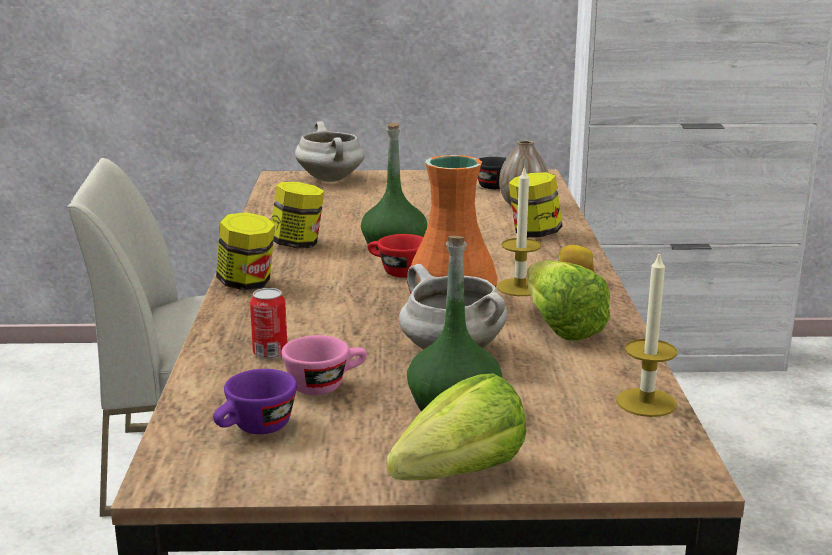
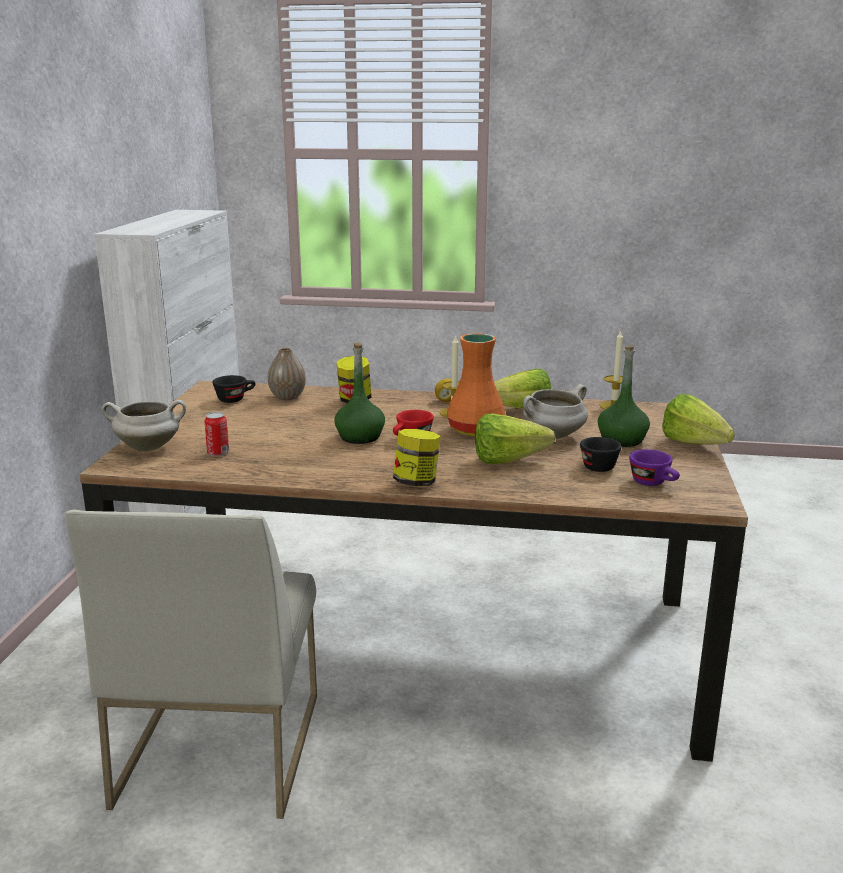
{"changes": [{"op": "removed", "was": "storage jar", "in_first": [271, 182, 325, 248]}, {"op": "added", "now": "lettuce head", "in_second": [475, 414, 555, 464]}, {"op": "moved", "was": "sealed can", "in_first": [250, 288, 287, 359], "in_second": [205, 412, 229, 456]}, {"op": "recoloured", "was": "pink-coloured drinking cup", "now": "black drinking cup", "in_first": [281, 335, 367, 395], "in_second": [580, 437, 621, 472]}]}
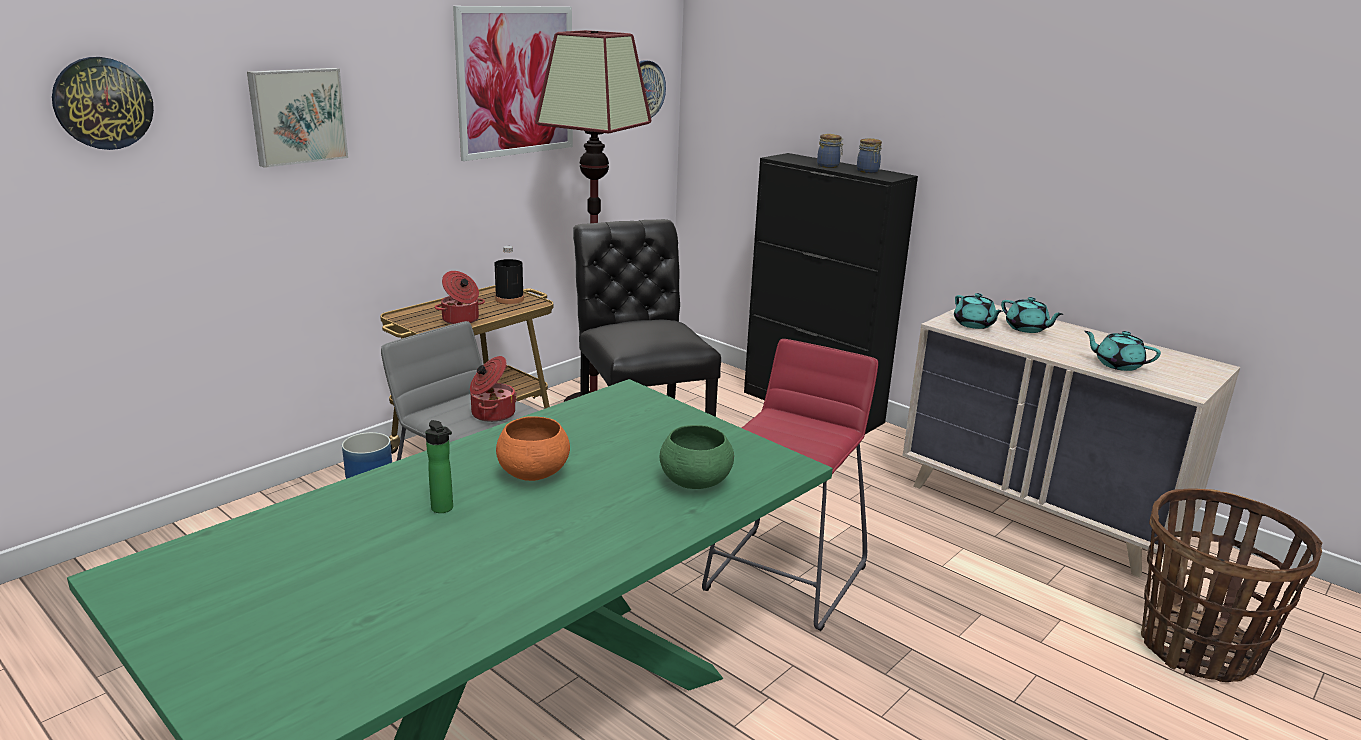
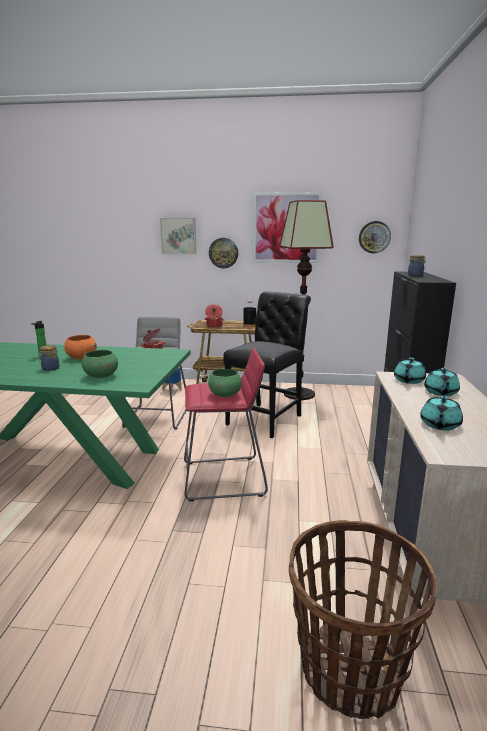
{"changes": [{"op": "added", "now": "greenish deep dish", "in_second": [208, 369, 242, 397]}, {"op": "moved", "was": "hanging clock", "in_first": [52, 57, 154, 150], "in_second": [209, 238, 238, 268]}, {"op": "moved", "was": "storage jar", "in_first": [857, 138, 882, 173], "in_second": [39, 345, 59, 371]}, {"op": "turned", "was": "turquoise tea pot", "in_first": [1084, 331, 1161, 371], "in_second": [420, 396, 463, 430], "clockwise": -150}]}
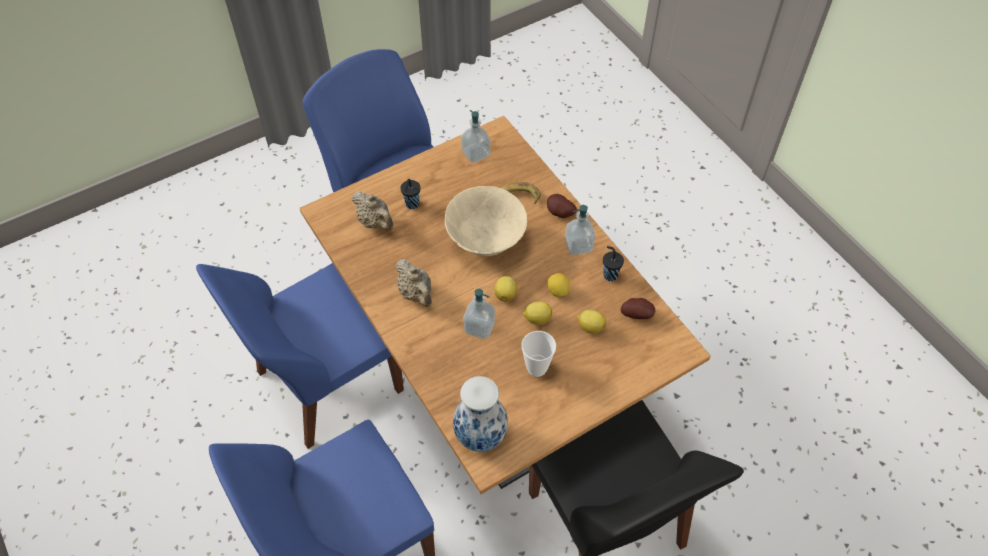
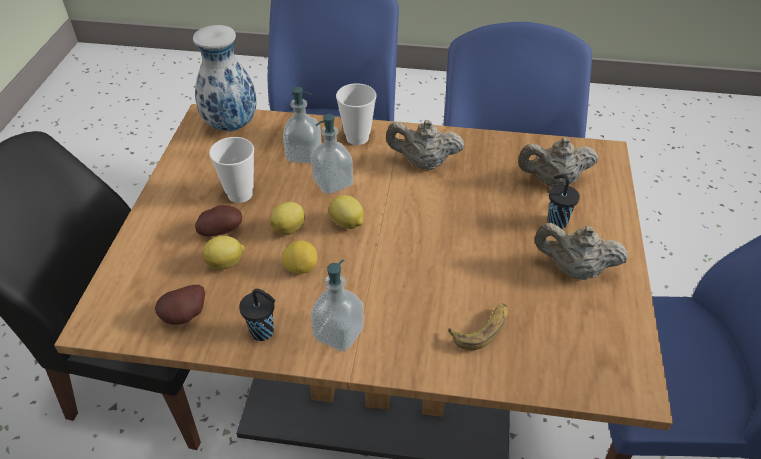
{"changes": [{"op": "removed", "was": "sand-coloured deep dish", "in_first": [445, 186, 527, 256]}, {"op": "added", "now": "drinking cup", "in_second": [336, 83, 377, 145]}, {"op": "added", "now": "sand-coloured tea pot", "in_second": [534, 223, 629, 280]}, {"op": "moved", "was": "soap dispenser", "in_first": [461, 110, 491, 163], "in_second": [283, 87, 322, 164]}, {"op": "moved", "was": "spud", "in_first": [547, 194, 577, 218], "in_second": [195, 205, 242, 236]}]}
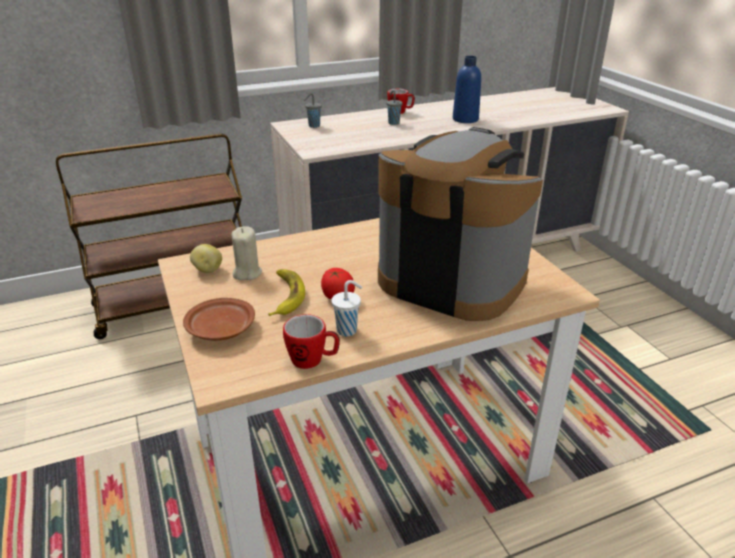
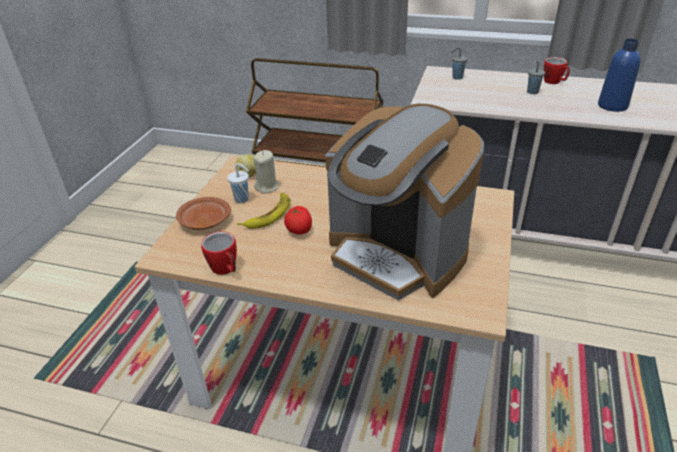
{"changes": [{"op": "moved", "was": "white-coloured drinking cup", "in_first": [331, 280, 362, 336], "in_second": [227, 163, 249, 203]}, {"op": "turned", "was": "coffee maker", "in_first": [378, 127, 543, 321], "in_second": [325, 104, 484, 300], "clockwise": 150}]}
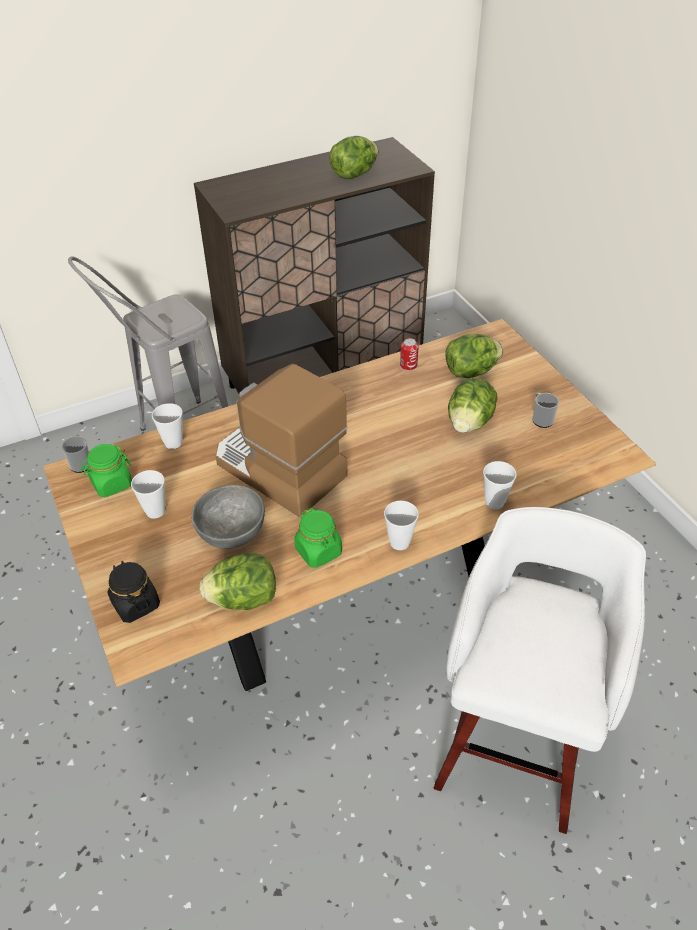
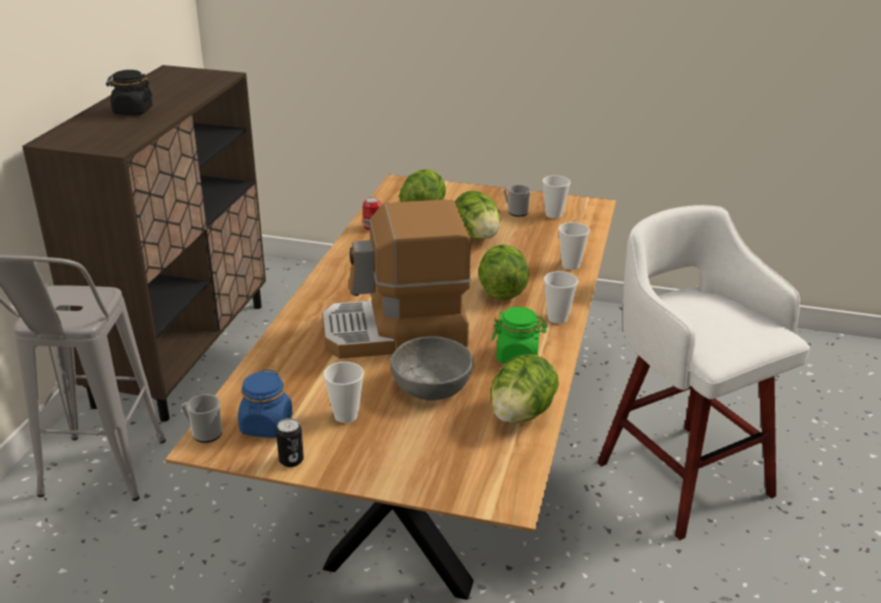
{"changes": [{"op": "added", "now": "sealed can", "in_second": [276, 418, 304, 467]}, {"op": "moved", "was": "black storage jar", "in_first": [108, 561, 160, 623], "in_second": [106, 70, 153, 115]}, {"op": "moved", "was": "drinking cup", "in_first": [152, 403, 183, 449], "in_second": [542, 175, 570, 219]}, {"op": "moved", "was": "lettuce head", "in_first": [329, 136, 378, 179], "in_second": [478, 244, 529, 300]}, {"op": "recoloured", "was": "greenish storage jar", "now": "blue-coloured storage jar", "in_first": [81, 444, 132, 497], "in_second": [238, 369, 293, 438]}]}
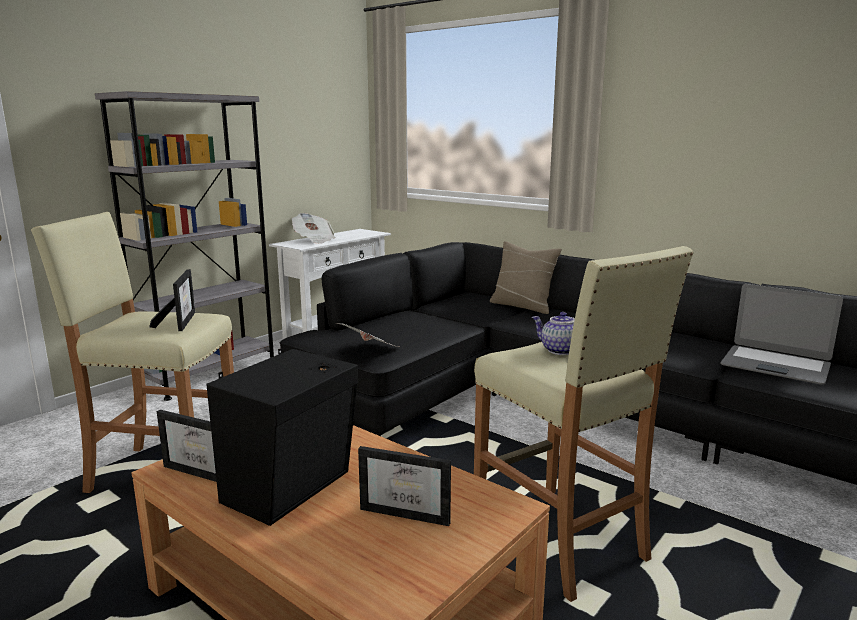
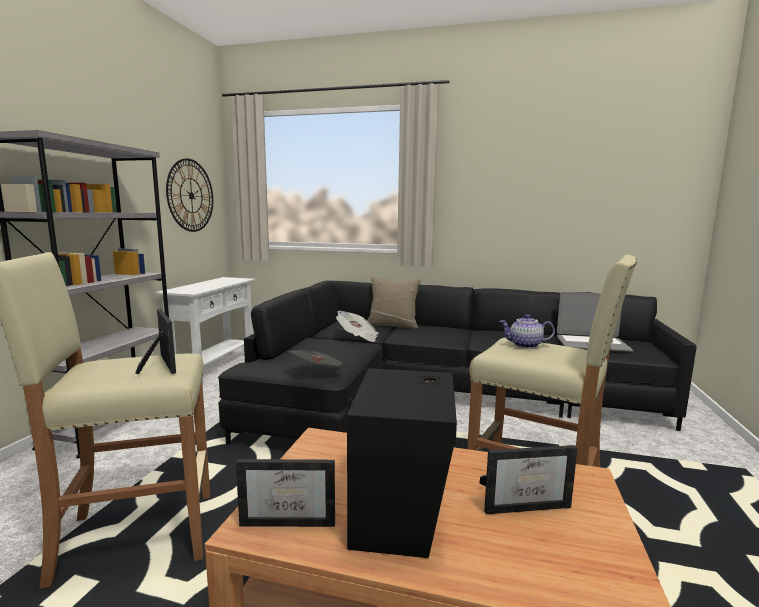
{"changes": [{"op": "added", "now": "hanging clock", "in_second": [166, 158, 213, 232]}, {"op": "moved", "was": "newspaper", "in_first": [292, 213, 336, 244], "in_second": [336, 311, 378, 342]}]}
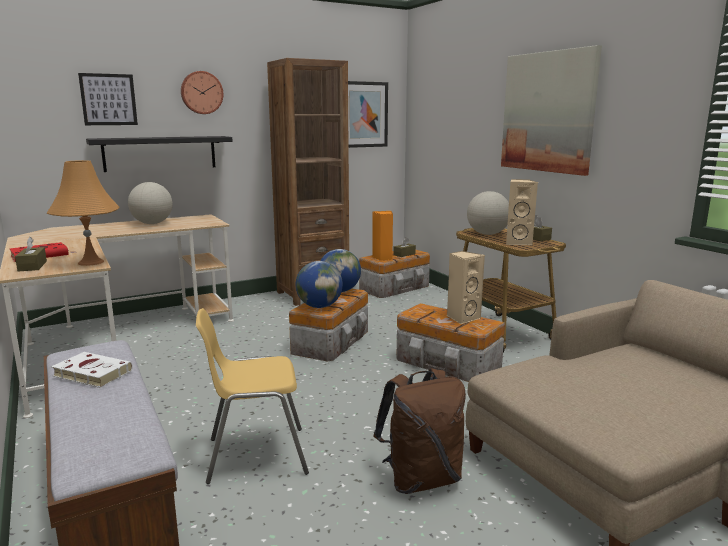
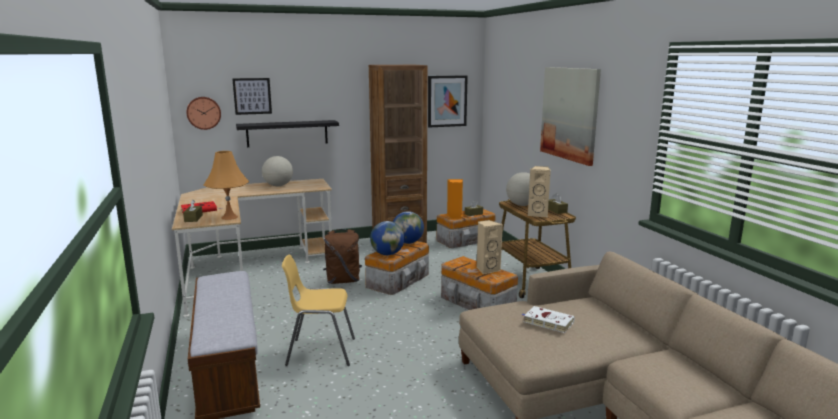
{"changes": [{"op": "moved", "was": "white-coloured bound book", "in_first": [51, 352, 133, 388], "in_second": [523, 306, 574, 333]}, {"op": "moved", "was": "hanging clock", "in_first": [181, 71, 223, 114], "in_second": [186, 97, 221, 130]}, {"op": "moved", "was": "brownish backpack", "in_first": [374, 368, 466, 494], "in_second": [323, 229, 362, 284]}]}
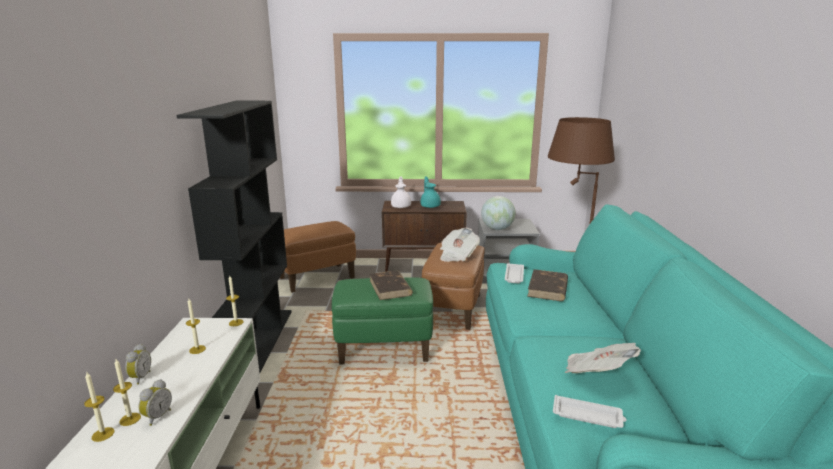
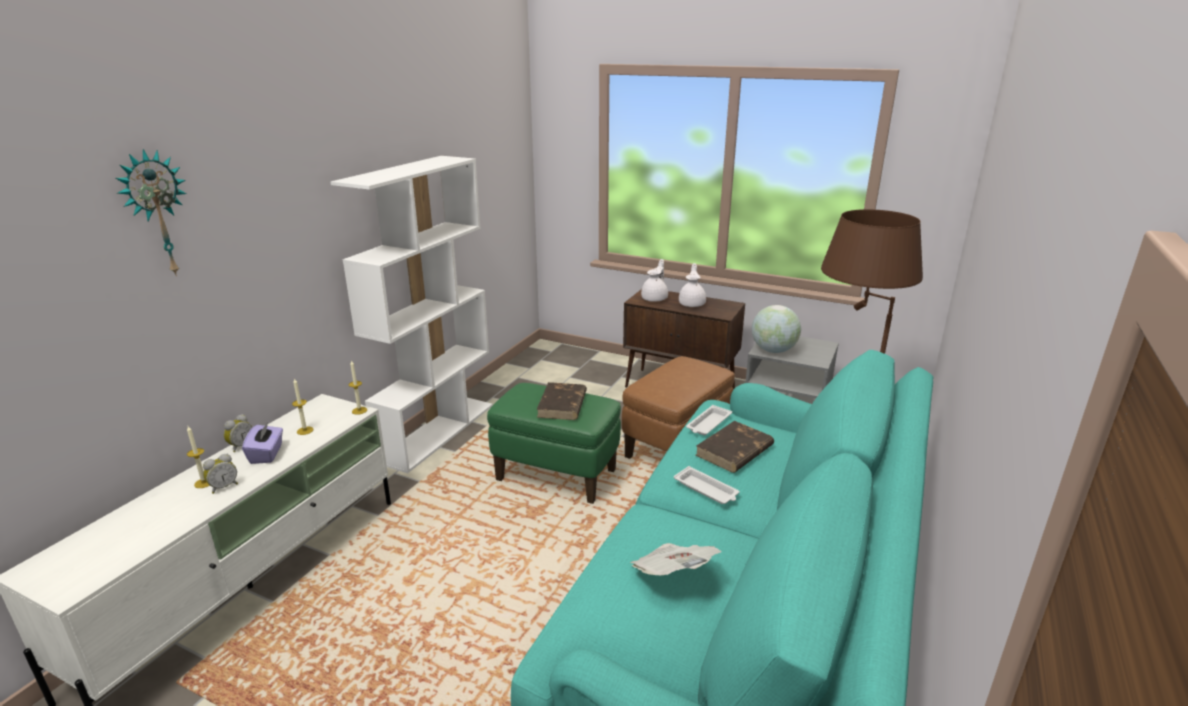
{"changes": [{"op": "removed", "was": "wax candle", "in_first": [84, 373, 114, 442]}, {"op": "removed", "was": "brownish ottoman", "in_first": [280, 221, 356, 293]}, {"op": "removed", "was": "newspaper", "in_first": [440, 228, 480, 262]}, {"op": "added", "now": "hanging clock", "in_second": [115, 149, 186, 276]}, {"op": "added", "now": "purplish tissue box", "in_second": [242, 421, 283, 464]}, {"op": "moved", "was": "white-coloured tray", "in_first": [553, 395, 627, 428], "in_second": [674, 466, 740, 504]}, {"op": "recoloured", "was": "black shelving unit", "now": "white-coloured shelving unit", "in_first": [176, 101, 292, 373], "in_second": [330, 156, 493, 473]}, {"op": "recoloured", "was": "turquoise tea pot", "now": "white-coloured tea pot", "in_first": [420, 176, 441, 208], "in_second": [679, 263, 706, 307]}]}
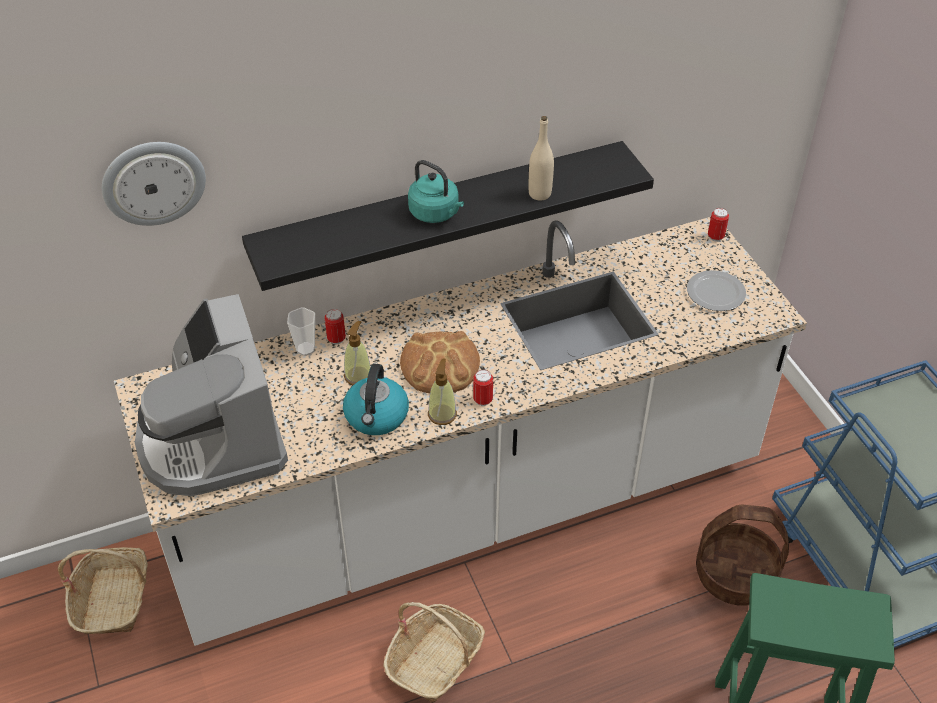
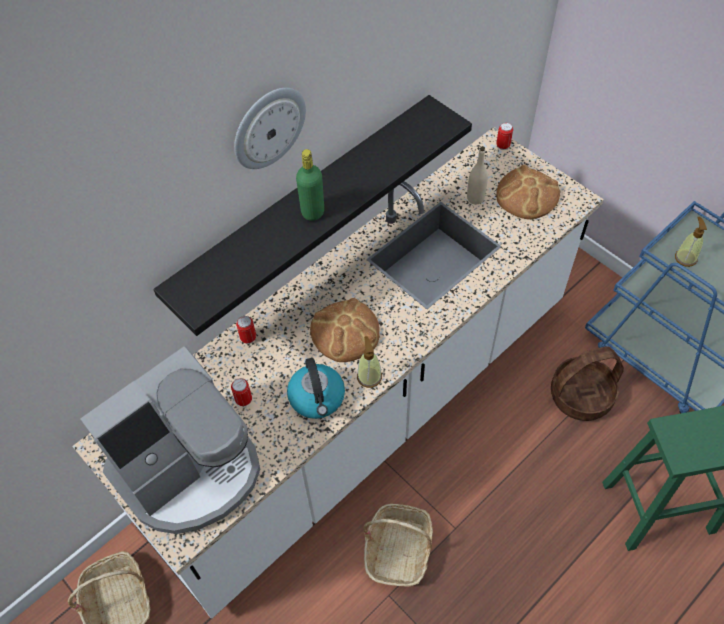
{"changes": [{"op": "removed", "was": "drinking cup", "in_first": [287, 307, 315, 356]}, {"op": "moved", "was": "hanging clock", "in_first": [102, 142, 206, 226], "in_second": [234, 88, 306, 169]}, {"op": "moved", "was": "soap dispenser", "in_first": [344, 321, 371, 385], "in_second": [675, 217, 707, 267]}, {"op": "moved", "was": "sealed can", "in_first": [473, 370, 493, 406], "in_second": [231, 378, 252, 406]}, {"op": "moved", "was": "sand-coloured drink bottle", "in_first": [528, 116, 554, 201], "in_second": [467, 147, 488, 204]}, {"op": "replaced", "was": "turquoise kettle", "now": "greenish drink bottle", "in_first": [408, 160, 464, 223], "in_second": [296, 149, 324, 221]}, {"op": "replaced", "was": "plate", "now": "bakery bread", "in_first": [687, 270, 746, 311], "in_second": [496, 165, 560, 219]}, {"op": "turned", "was": "coffee maker", "in_first": [135, 294, 288, 496], "in_second": [80, 346, 260, 534], "clockwise": -90}]}
